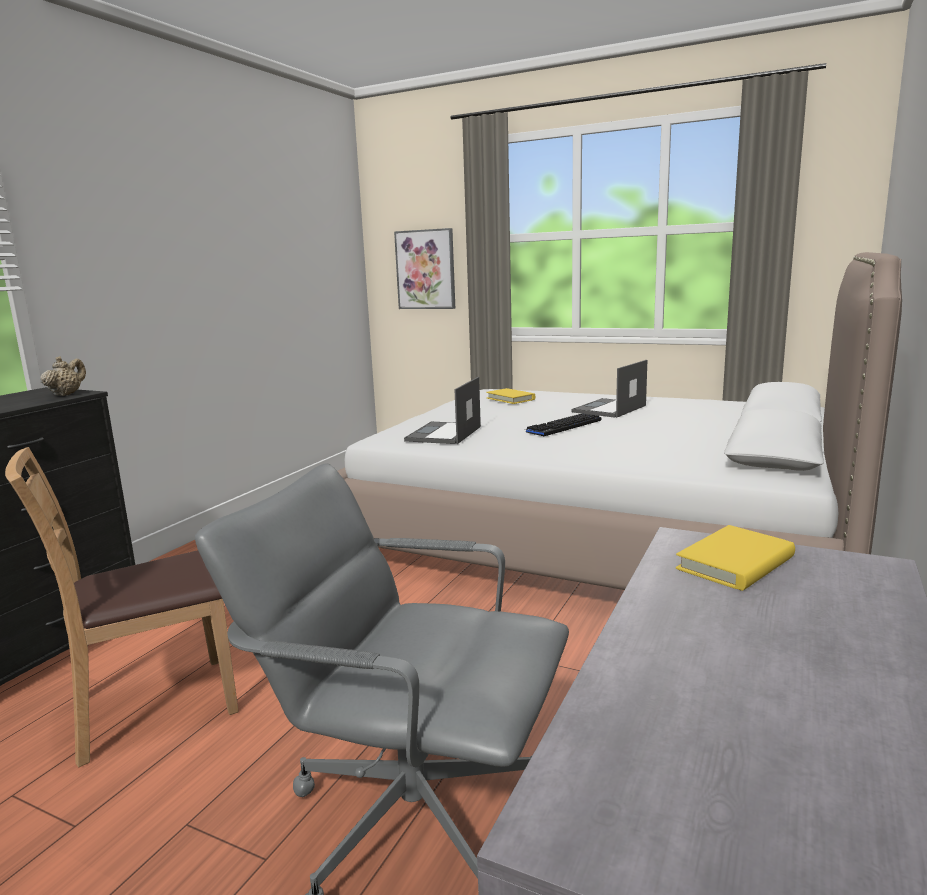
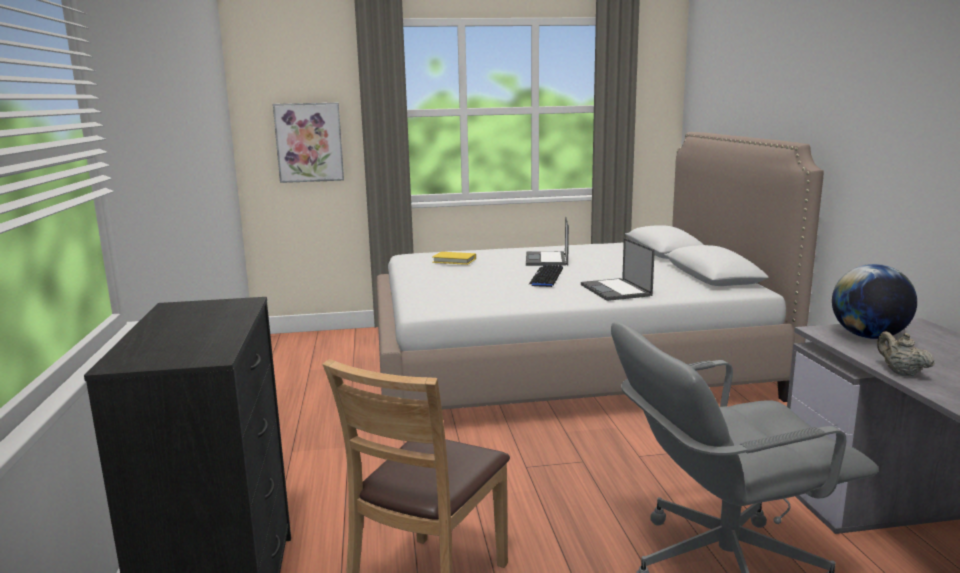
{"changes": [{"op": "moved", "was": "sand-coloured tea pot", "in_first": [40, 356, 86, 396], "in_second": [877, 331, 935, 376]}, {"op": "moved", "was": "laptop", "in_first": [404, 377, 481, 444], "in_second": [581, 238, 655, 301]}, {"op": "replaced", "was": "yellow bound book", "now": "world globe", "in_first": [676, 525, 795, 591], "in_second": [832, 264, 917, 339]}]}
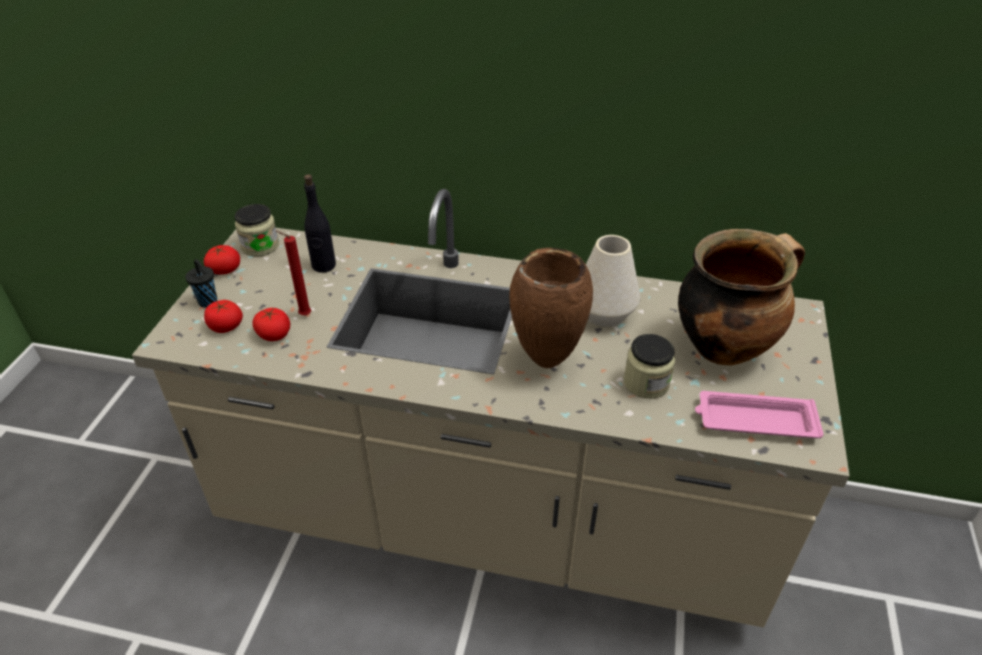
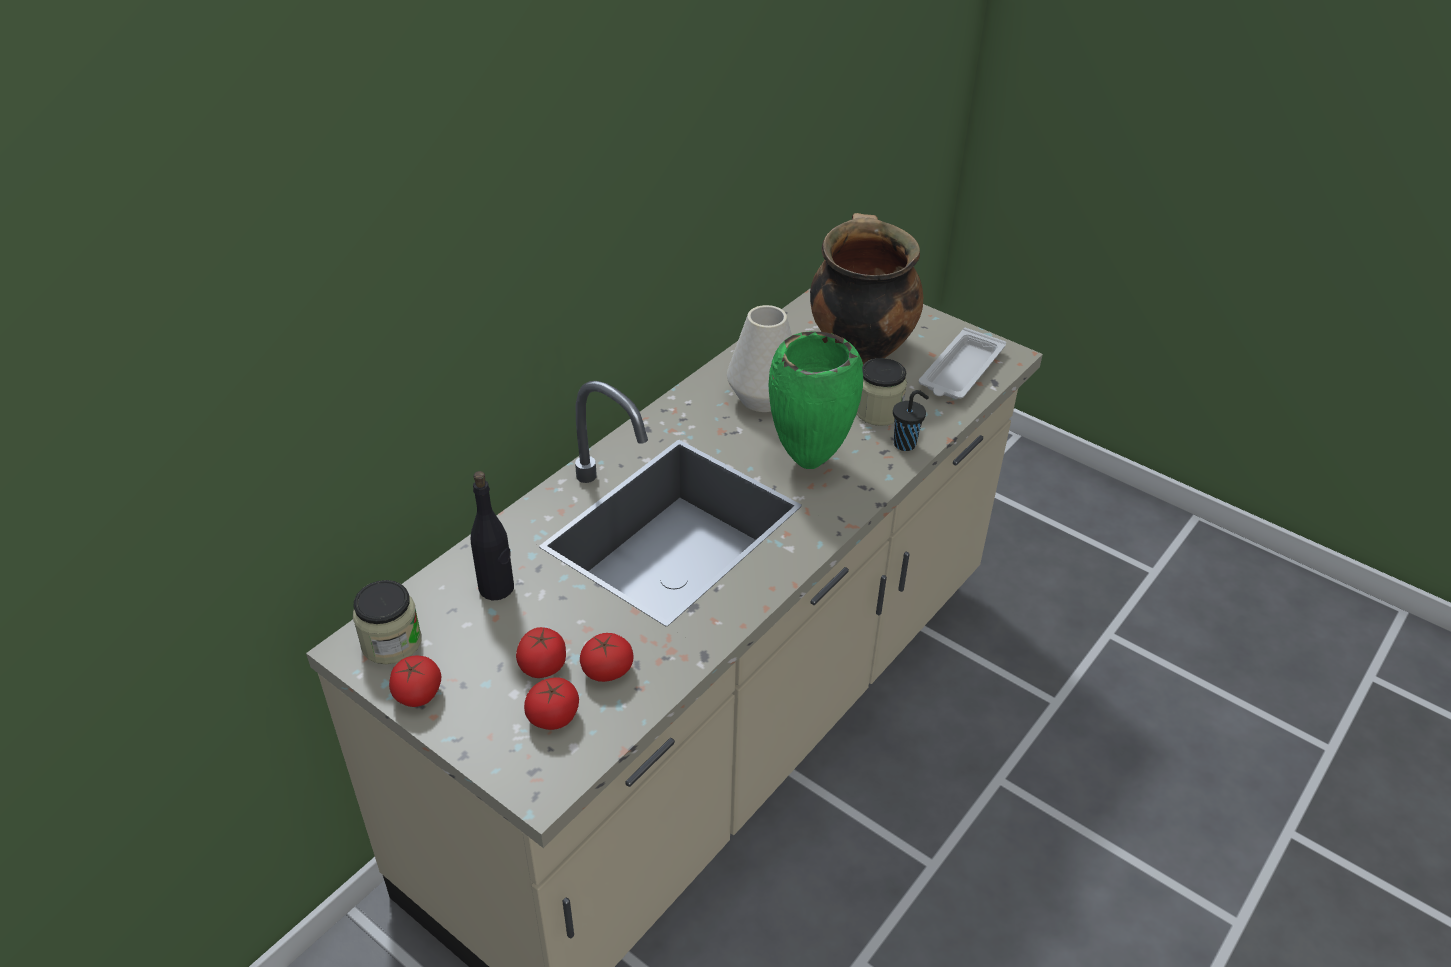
{"changes": [{"op": "removed", "was": "reddish wax candle", "in_first": [275, 230, 311, 315]}, {"op": "added", "now": "fresh tomato", "in_second": [516, 627, 566, 678]}, {"op": "moved", "was": "black drinking cup", "in_first": [185, 259, 217, 308], "in_second": [893, 390, 929, 451]}, {"op": "recoloured", "was": "brownish flower vase", "now": "greenish flower vase", "in_first": [509, 248, 593, 368], "in_second": [769, 331, 863, 469]}, {"op": "recoloured", "was": "pink-coloured tray", "now": "white-coloured tray", "in_first": [695, 391, 824, 438], "in_second": [919, 328, 1006, 399]}]}
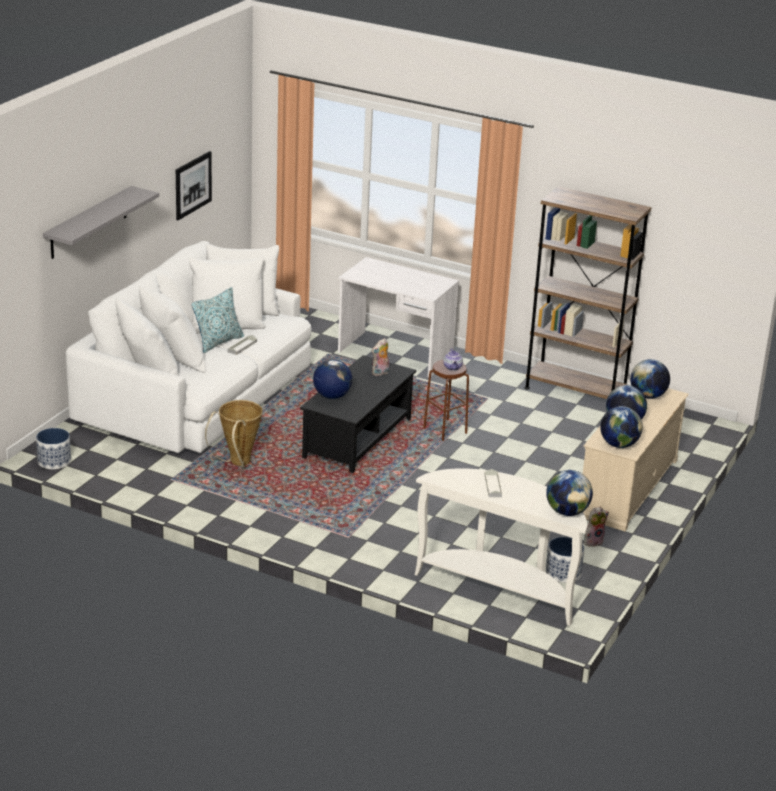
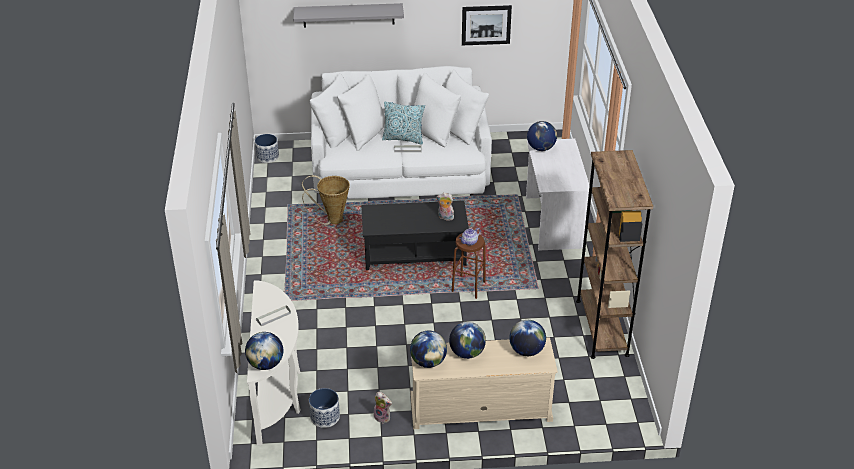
{"changes": [{"op": "moved", "was": "world globe", "in_first": [313, 360, 352, 399], "in_second": [527, 121, 557, 151]}]}
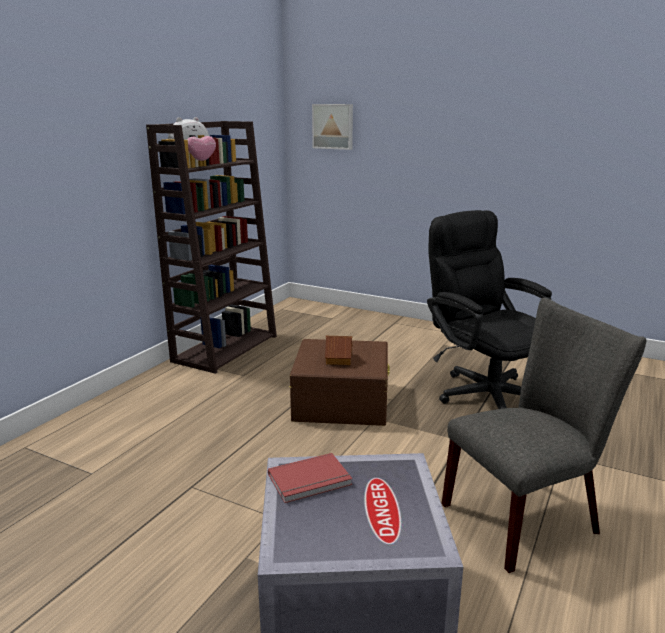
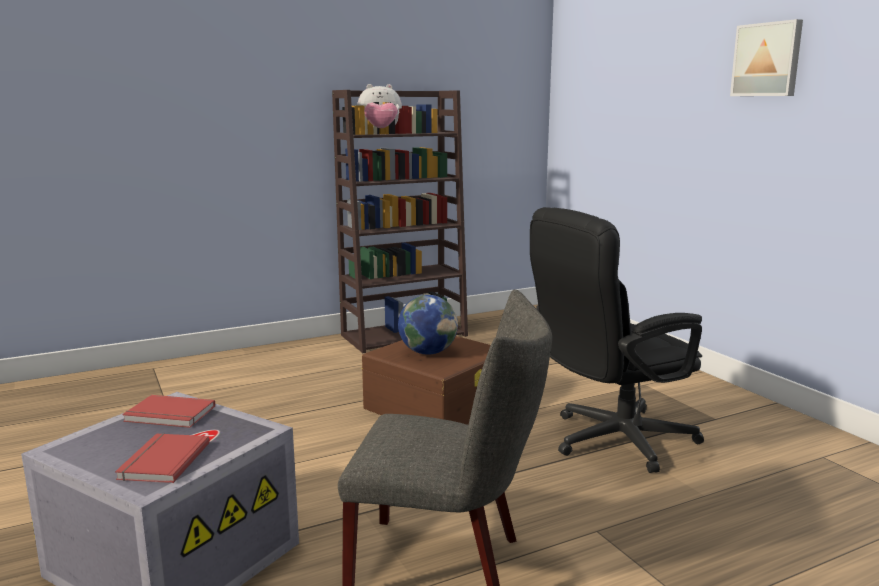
{"changes": [{"op": "added", "now": "reddish bound book", "in_second": [115, 433, 210, 483]}, {"op": "moved", "was": "picture", "in_first": [312, 104, 353, 150], "in_second": [730, 19, 803, 96]}, {"op": "replaced", "was": "model house", "now": "world globe", "in_first": [325, 336, 352, 365], "in_second": [398, 295, 458, 355]}, {"op": "turned", "was": "black desk chair", "in_first": [427, 210, 552, 409], "in_second": [530, 207, 704, 473], "clockwise": -120}]}
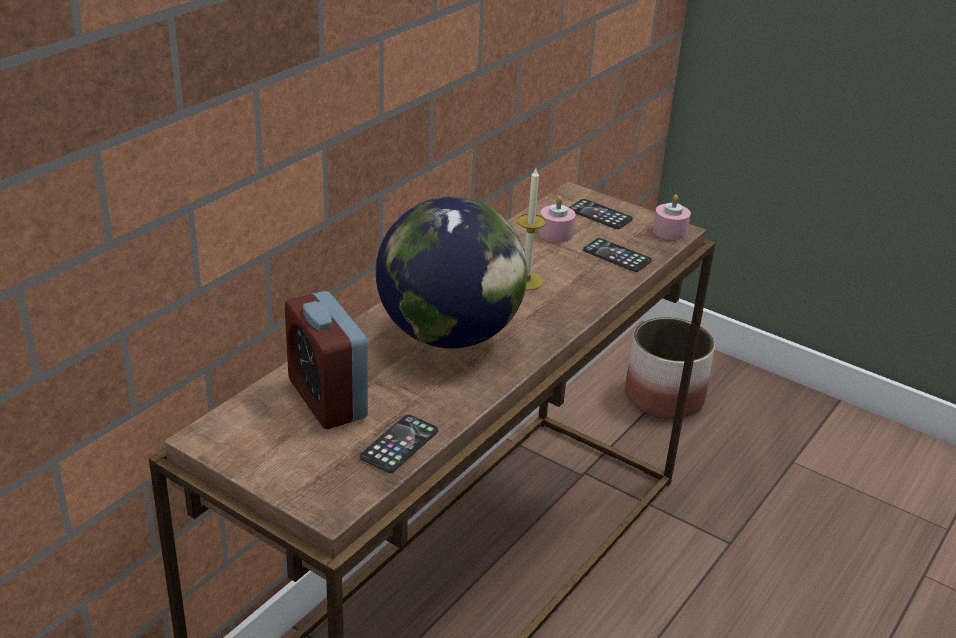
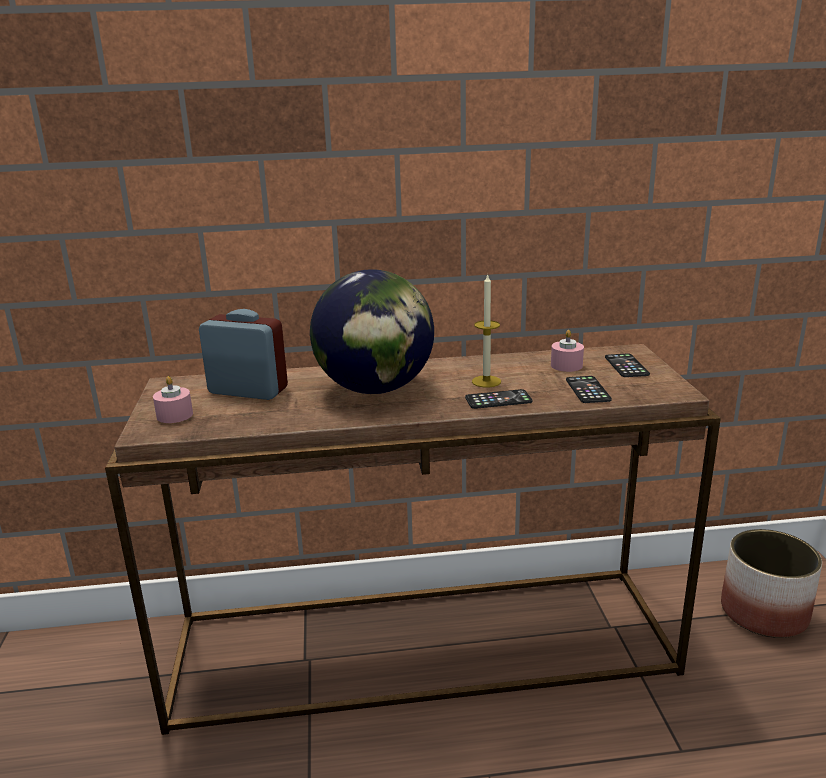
{"changes": [{"op": "moved", "was": "handset", "in_first": [360, 415, 438, 473], "in_second": [465, 389, 533, 409]}, {"op": "moved", "was": "pink-coloured wax candle", "in_first": [653, 194, 691, 240], "in_second": [153, 376, 193, 423]}, {"op": "turned", "was": "bedside clock", "in_first": [285, 291, 368, 429], "in_second": [199, 309, 288, 400], "clockwise": 90}]}
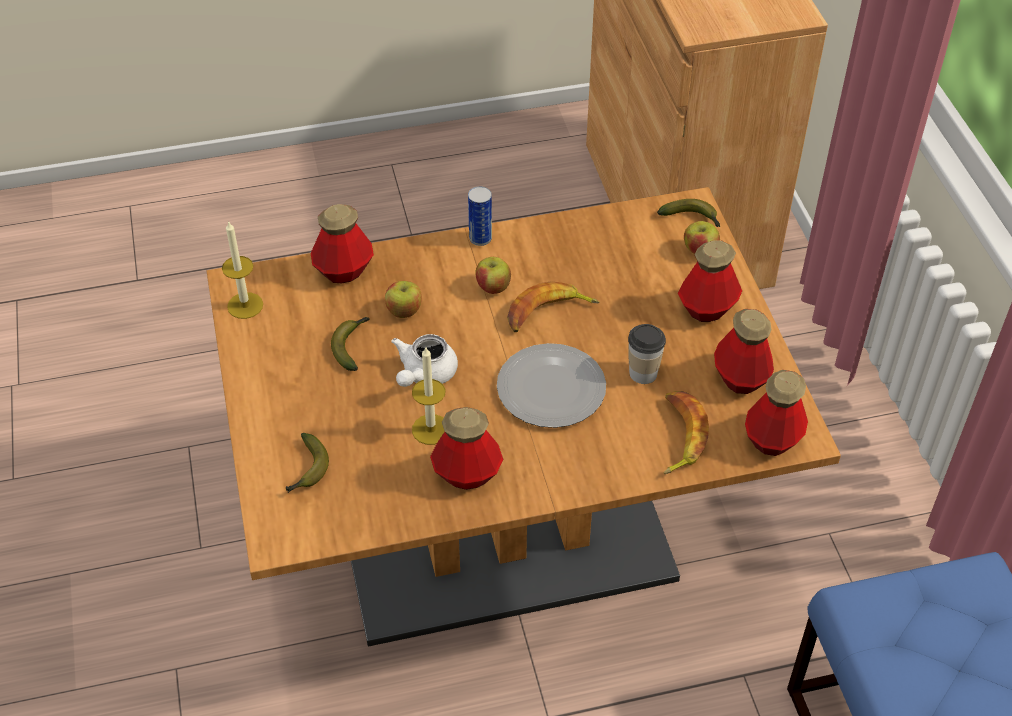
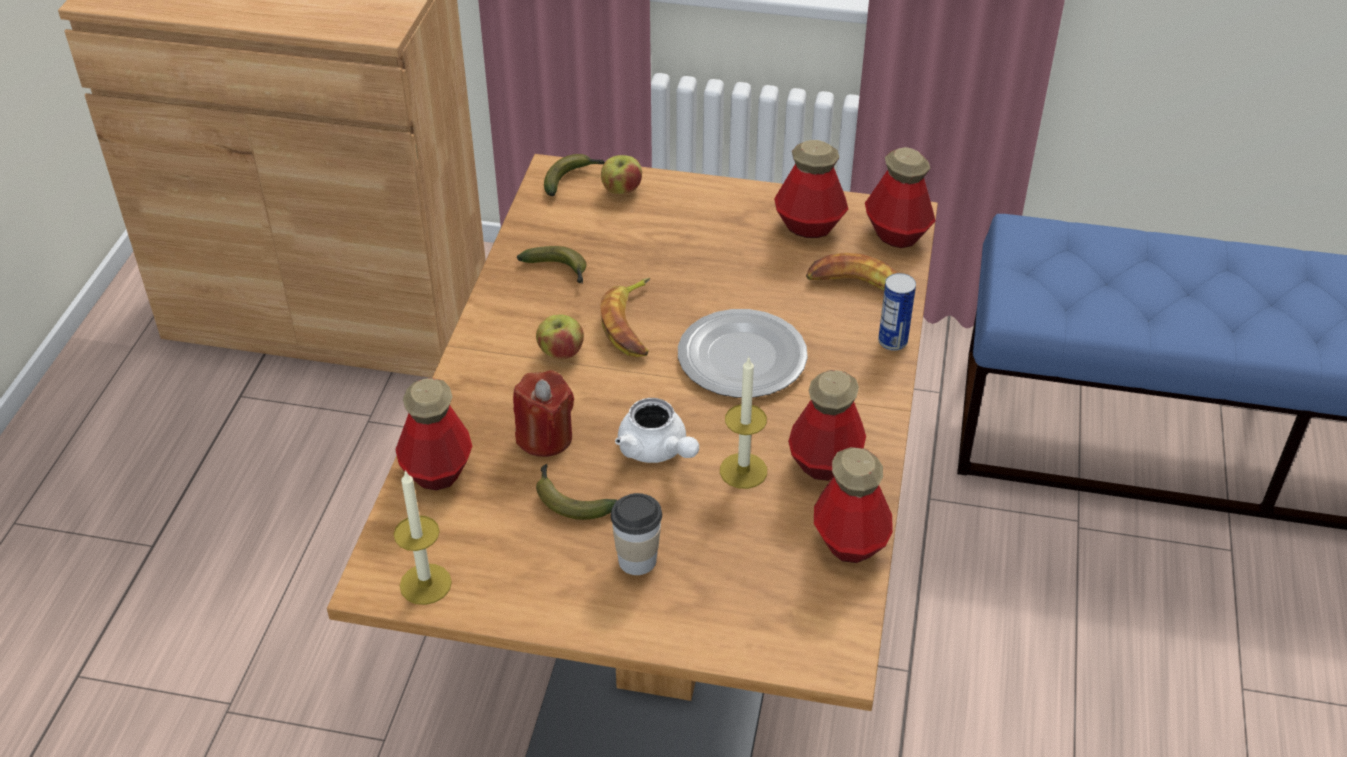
{"changes": [{"op": "moved", "was": "whole banana", "in_first": [286, 433, 329, 493], "in_second": [517, 246, 586, 284]}, {"op": "moved", "was": "sealed can", "in_first": [468, 186, 492, 246], "in_second": [878, 273, 916, 351]}, {"op": "moved", "was": "drinking cup", "in_first": [628, 324, 666, 384], "in_second": [611, 493, 662, 575]}, {"op": "moved", "was": "drink bottle", "in_first": [678, 240, 742, 322], "in_second": [814, 447, 893, 563]}, {"op": "replaced", "was": "whole apple", "now": "reddish wax candle", "in_first": [385, 281, 422, 318], "in_second": [513, 370, 574, 457]}]}
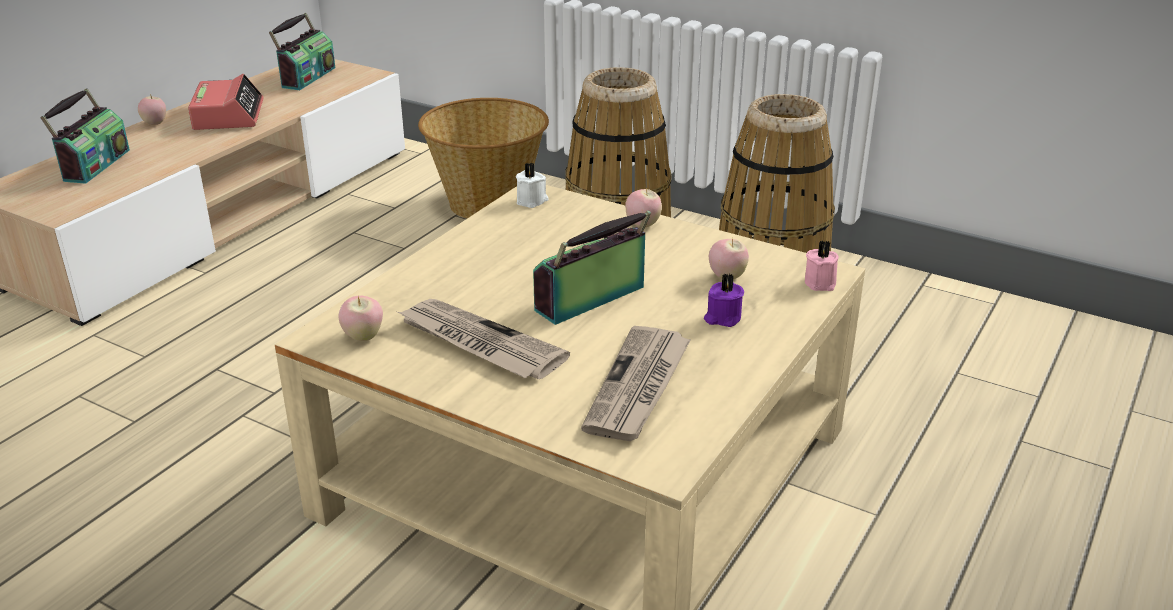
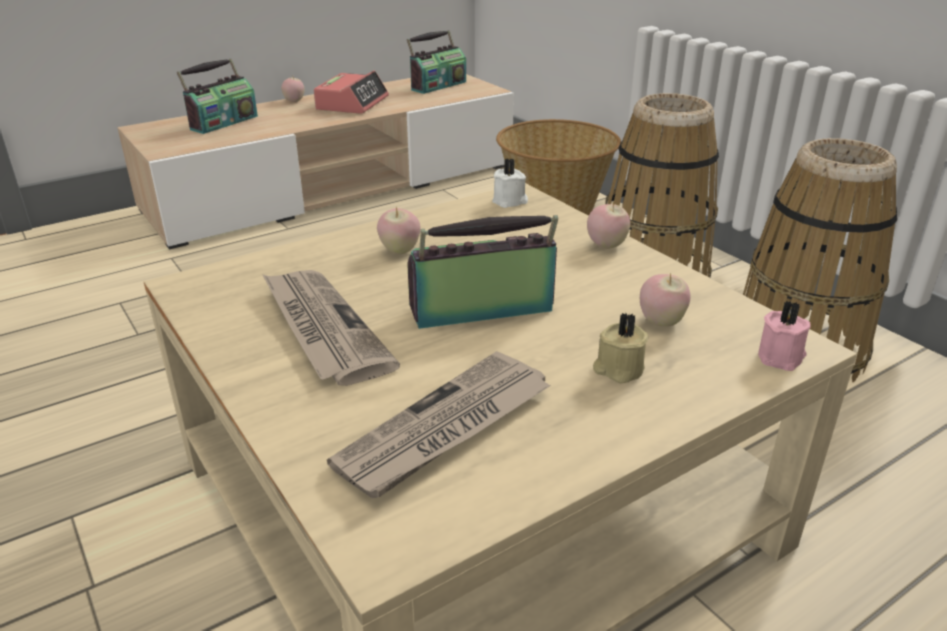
{"changes": [{"op": "moved", "was": "whole apple", "in_first": [338, 296, 383, 341], "in_second": [377, 206, 421, 254]}, {"op": "recoloured", "was": "purplish wax candle", "now": "sand-coloured wax candle", "in_first": [704, 273, 744, 327], "in_second": [593, 313, 648, 383]}]}
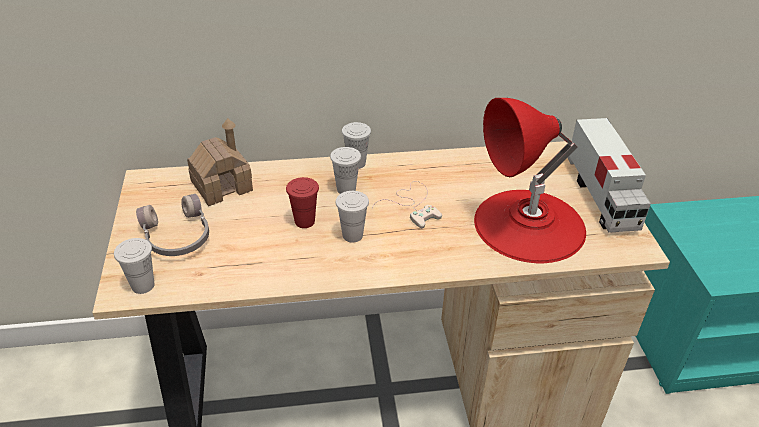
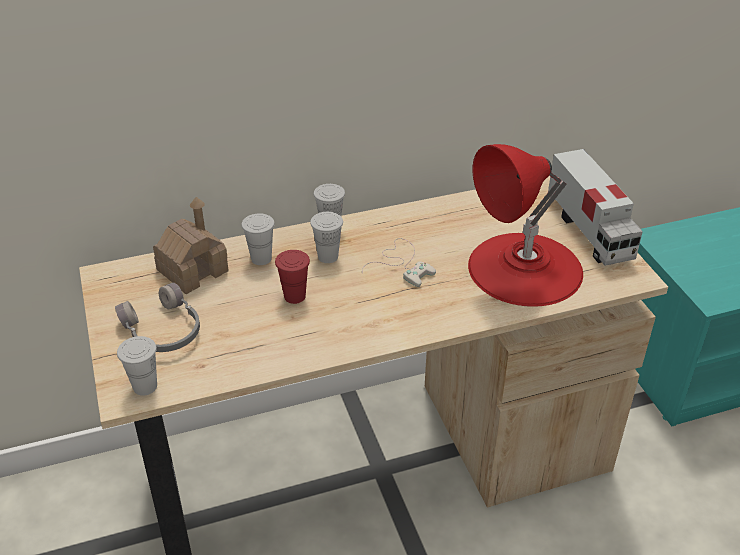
{"changes": [{"op": "moved", "was": "white-coloured drinking cup", "in_first": [336, 191, 369, 243], "in_second": [241, 213, 275, 265]}]}
